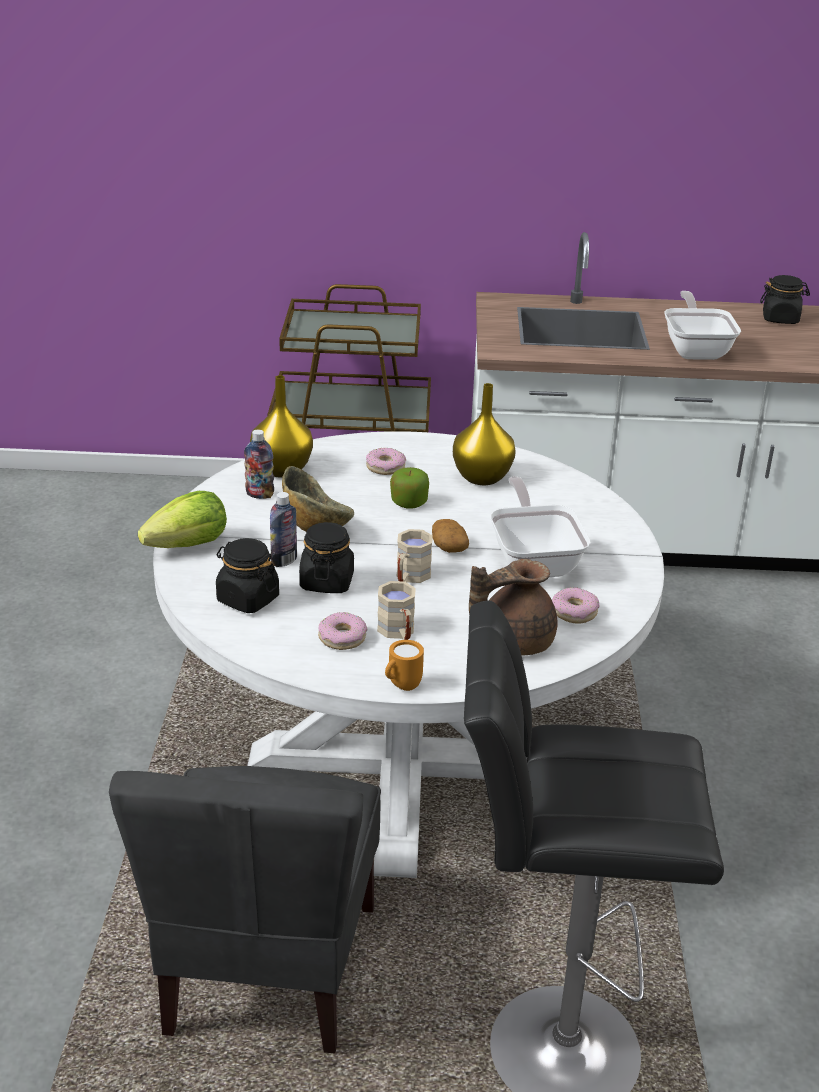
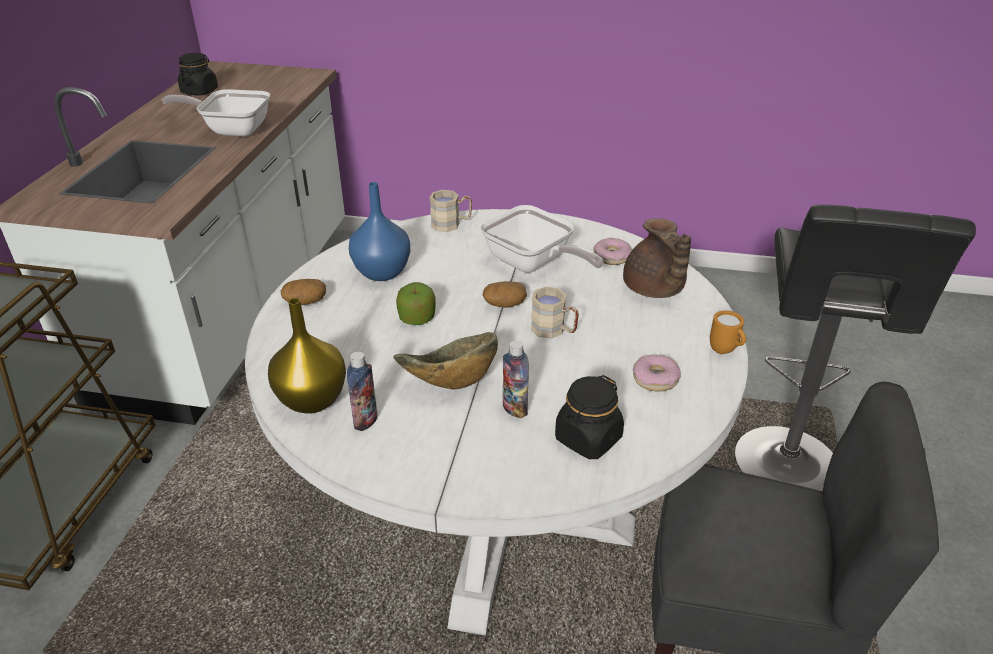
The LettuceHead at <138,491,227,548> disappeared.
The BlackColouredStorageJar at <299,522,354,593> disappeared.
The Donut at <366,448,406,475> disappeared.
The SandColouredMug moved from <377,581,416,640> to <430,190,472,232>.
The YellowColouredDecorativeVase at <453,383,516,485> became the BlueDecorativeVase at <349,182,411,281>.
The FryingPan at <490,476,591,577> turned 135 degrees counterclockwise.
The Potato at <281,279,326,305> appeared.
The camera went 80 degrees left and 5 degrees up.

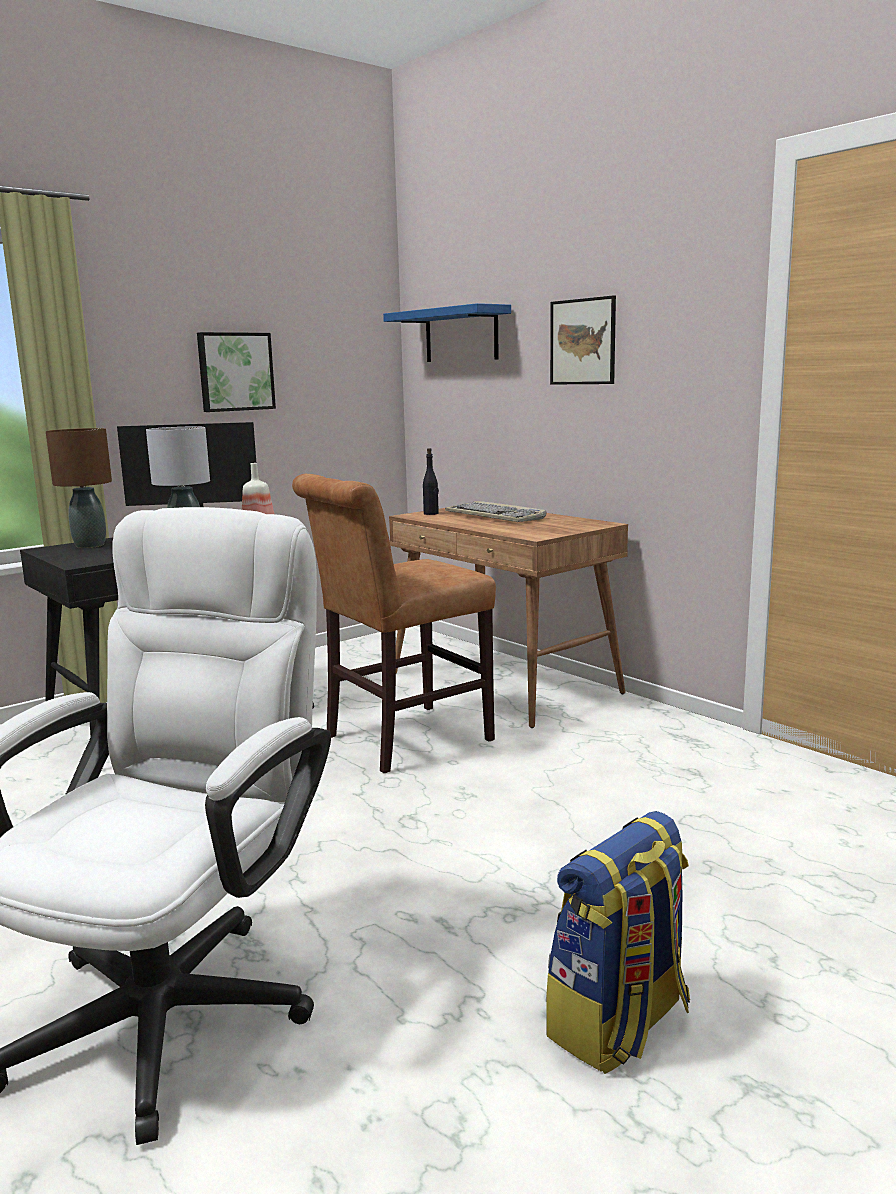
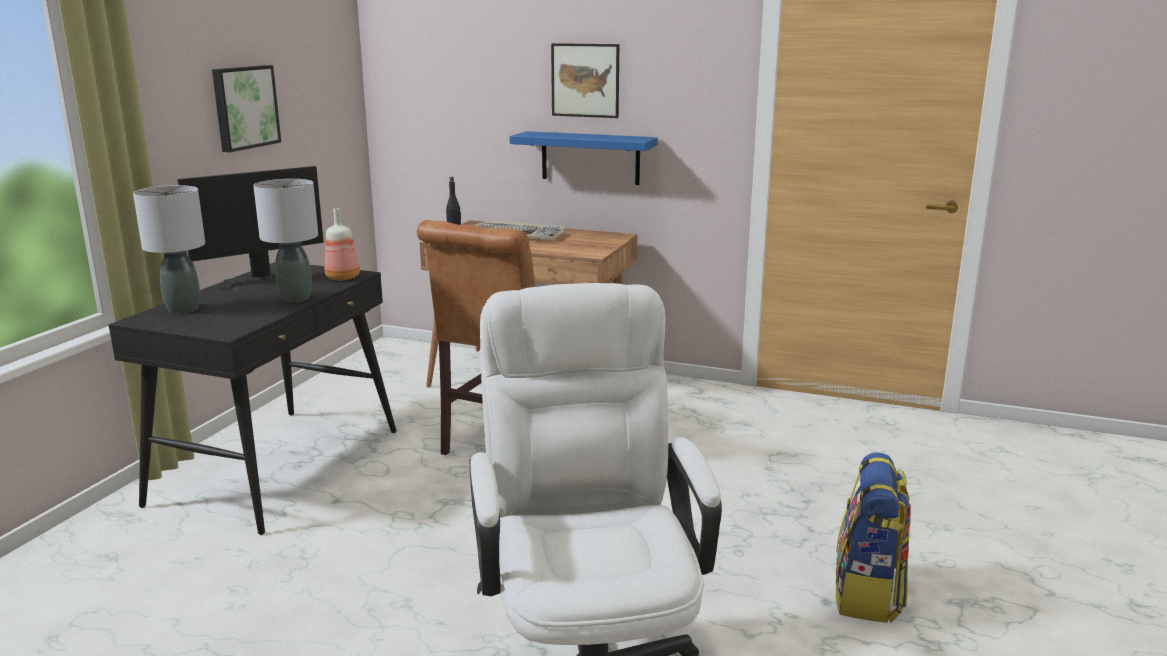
The BrownTableLamp at <46,428,112,548> became the GrayTableLamp at <133,185,205,314>.
The BlueWallShelf moved from <383,303,511,362> to <510,131,658,185>.
The camera went 30 degrees left and 5 degrees up.

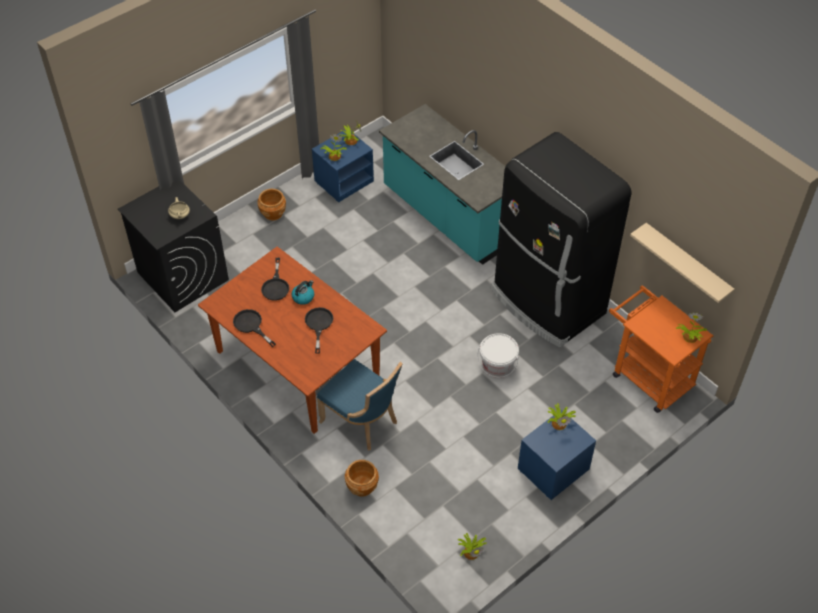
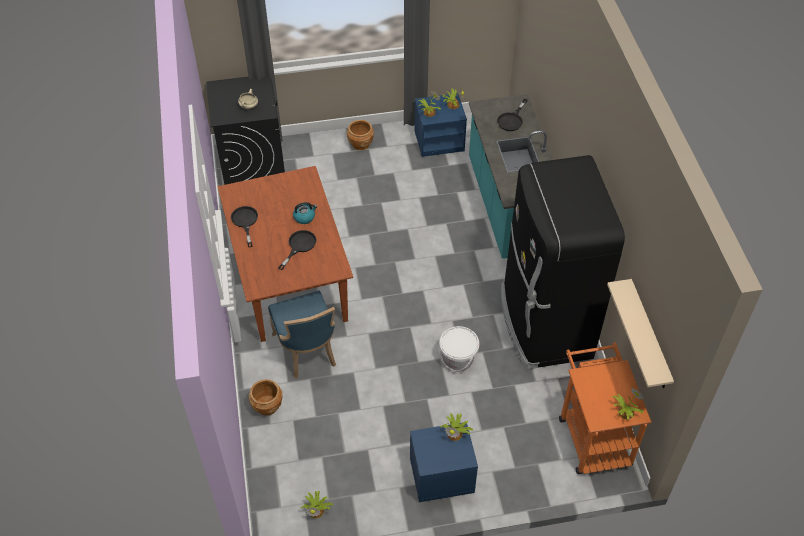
The BlackColouredFryingPan moved from <261,258,289,301> to <497,98,528,131>.
The camera went 30 degrees right and 0 degrees up.

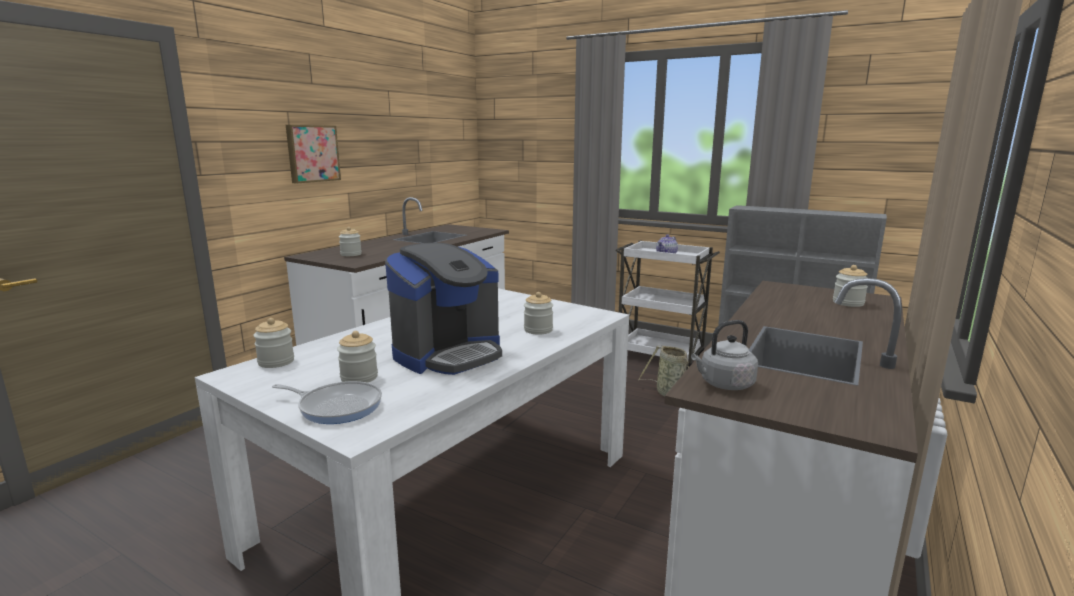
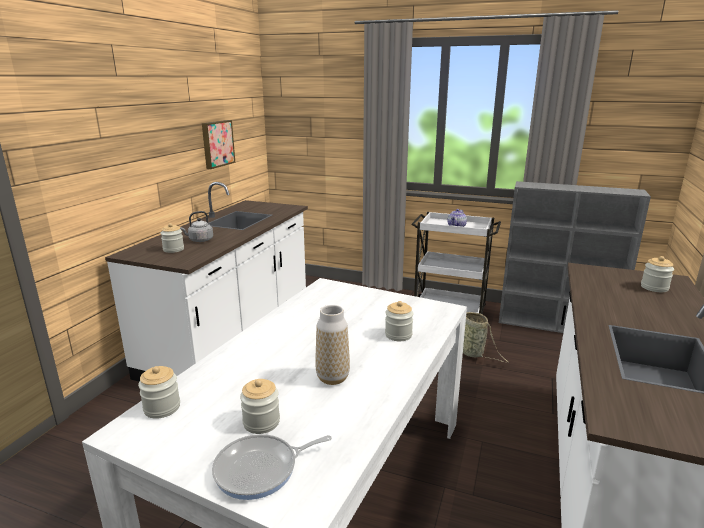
The FryingPan at <272,381,382,424> turned 150 degrees clockwise.
The Picture moved from <286,125,341,184> to <202,120,235,169>.
The CoffeeMaker at <385,243,502,375> was replaced by the DecorativeVase at <315,305,350,385>.
The GrayWaterKettle moved from <691,320,758,390> to <180,211,213,242>.
The camera went 10 degrees left and 5 degrees up.

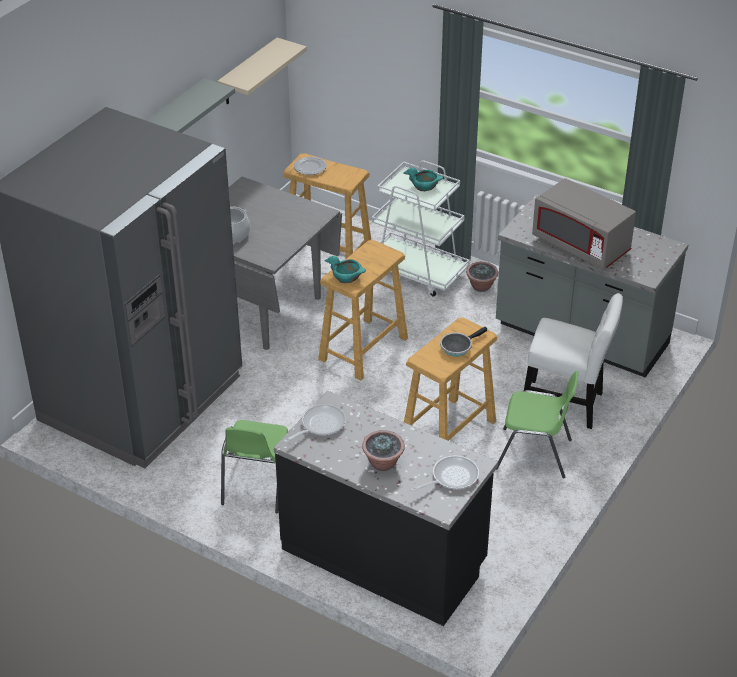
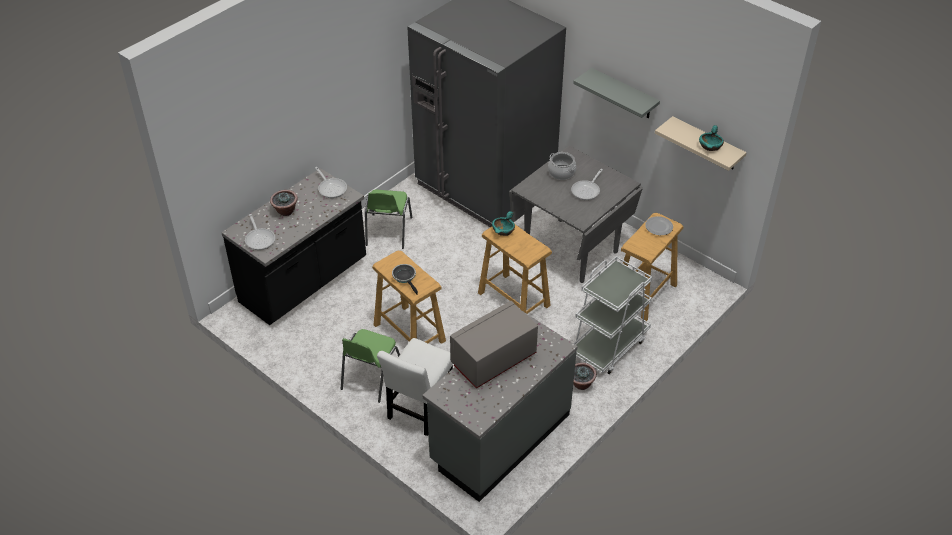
The GreenishChair at <221,420,288,513> turned 105 degrees counterclockwise.
The TurquoiseColouredServingBowl moved from <403,168,443,191> to <699,125,724,151>.
The FryingPan at <571,169,603,200> appeared.
The camera went 100 degrees right and 5 degrees up.

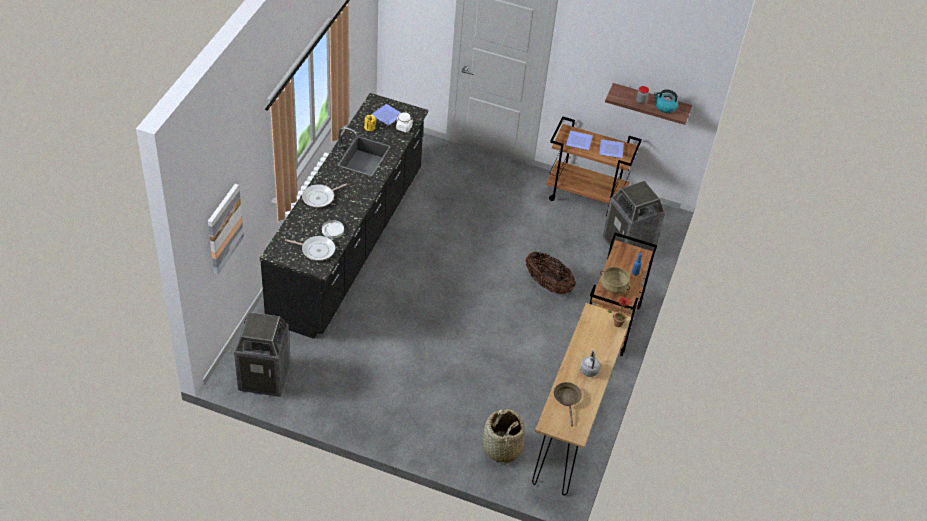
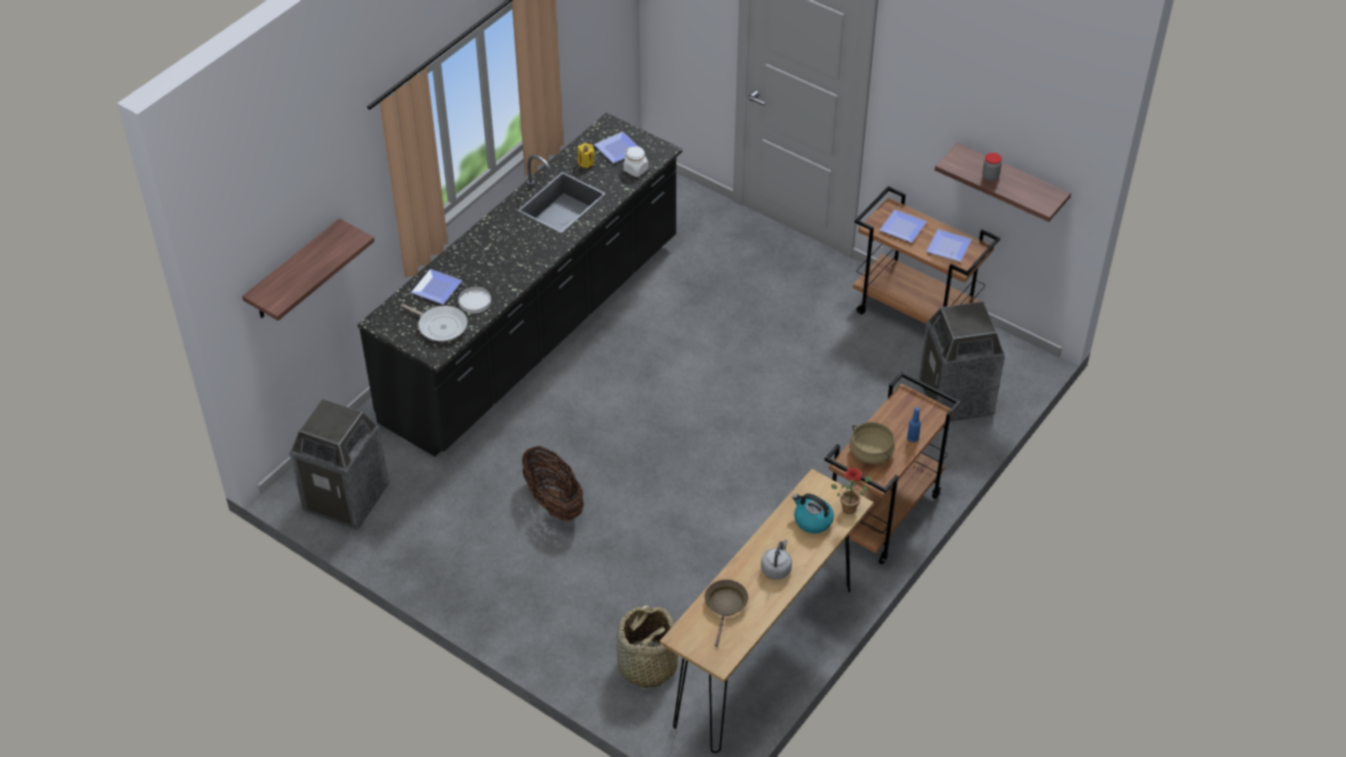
The Picture at <208,184,244,274> was replaced by the WallShelf at <242,218,375,321>.
The FryingPan at <302,183,347,208> disappeared.
The Basket moved from <526,251,576,294> to <522,446,584,522>.
The WaterKettle moved from <654,89,678,113> to <792,494,834,534>.
The DinnerPlate at <411,269,462,304> appeared.
The camera went 20 degrees right and 0 degrees up.

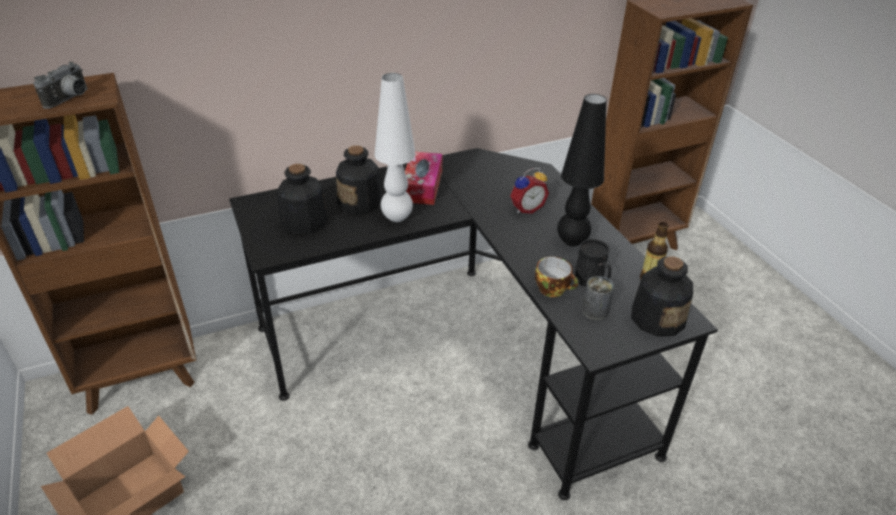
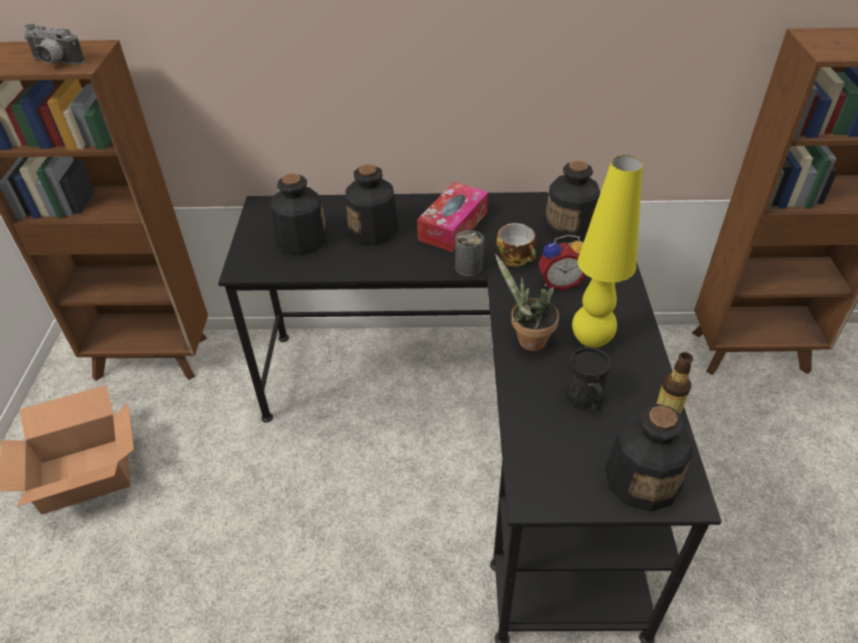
The StillCamera at <33,62,88,109> turned 60 degrees clockwise.
The WhiteTableLamp at <374,73,416,222> disappeared.
The DrinkingCup moved from <535,257,578,297> to <496,223,536,267>.
The BlackColouredTableLamp at <557,94,607,246> became the YellowColouredTableLamp at <572,155,643,348>.
The Can moved from <582,276,614,320> to <455,230,484,276>.
The PlantInAPot at <495,254,559,351> appeared.
The DrinkBottle at <544,161,600,242> appeared.
The camera went 25 degrees right and 5 degrees up.

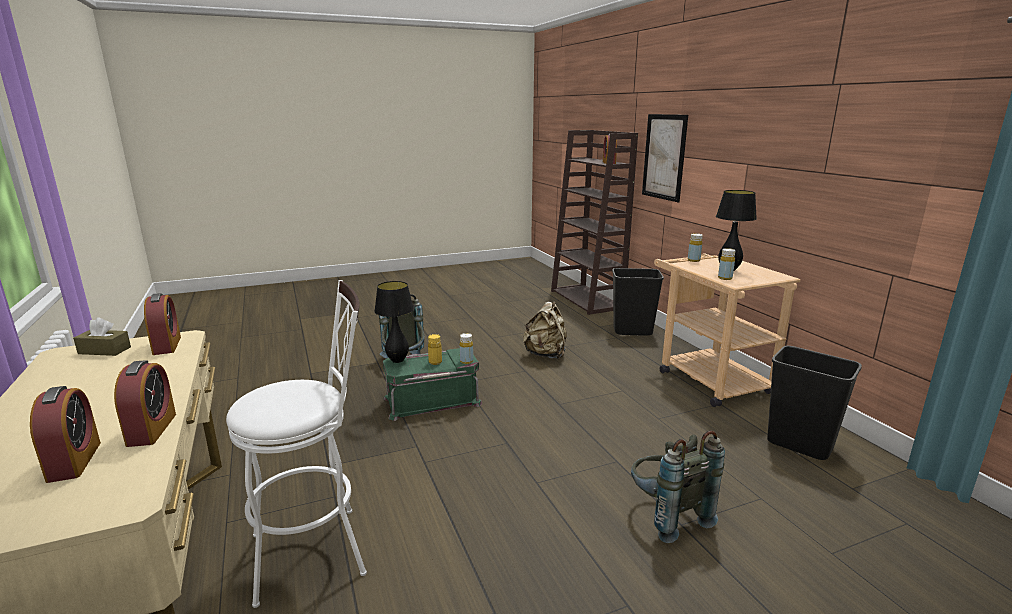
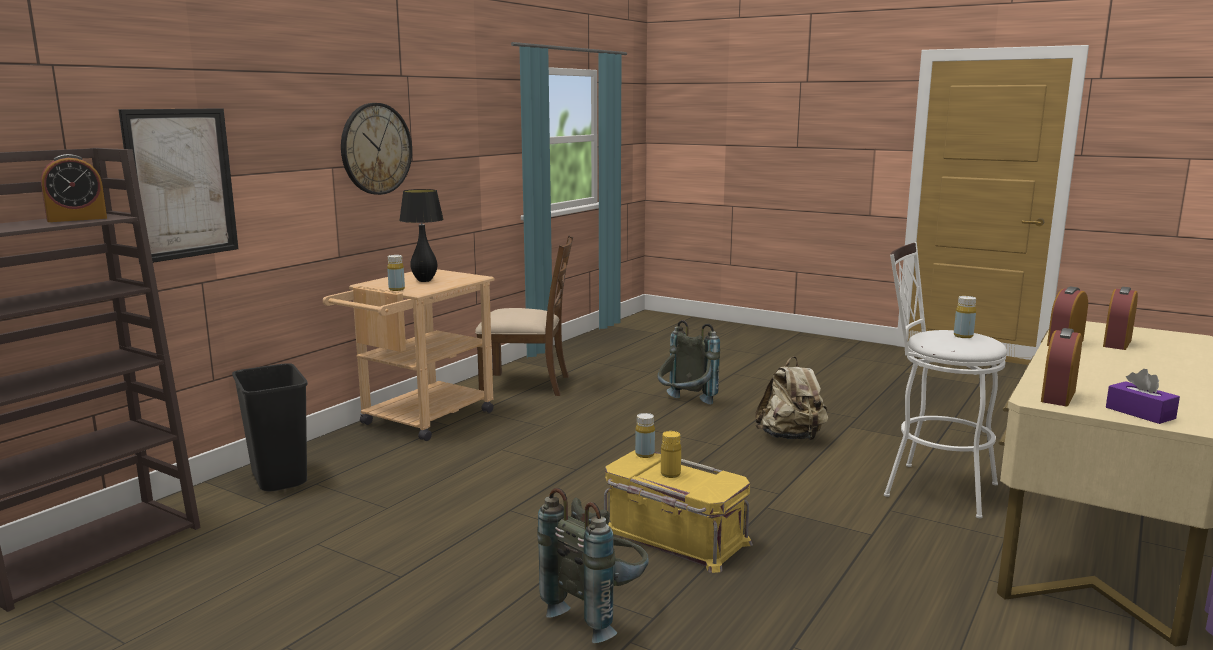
The BrownTissueHolder at <73,317,131,356> became the PurplishTissueHolder at <1106,369,1180,424>.
The BlackColouredTableLamp at <374,281,414,363> disappeared.
The GreenishStorageBin at <383,348,482,421> became the YellowColouredStorageBin at <604,450,753,573>.
The SandColouredBackpack moved from <523,302,567,359> to <755,356,828,440>.
The YellowColouredDrinkBottle moved from <718,248,735,280> to <954,296,976,338>.
The BlackColouredTrashCan at <767,346,862,460> was replaced by the BrownChair at <475,236,573,396>.
The WallClock at <341,103,412,195> appeared.
The camera went 125 degrees left and 5 degrees down.

